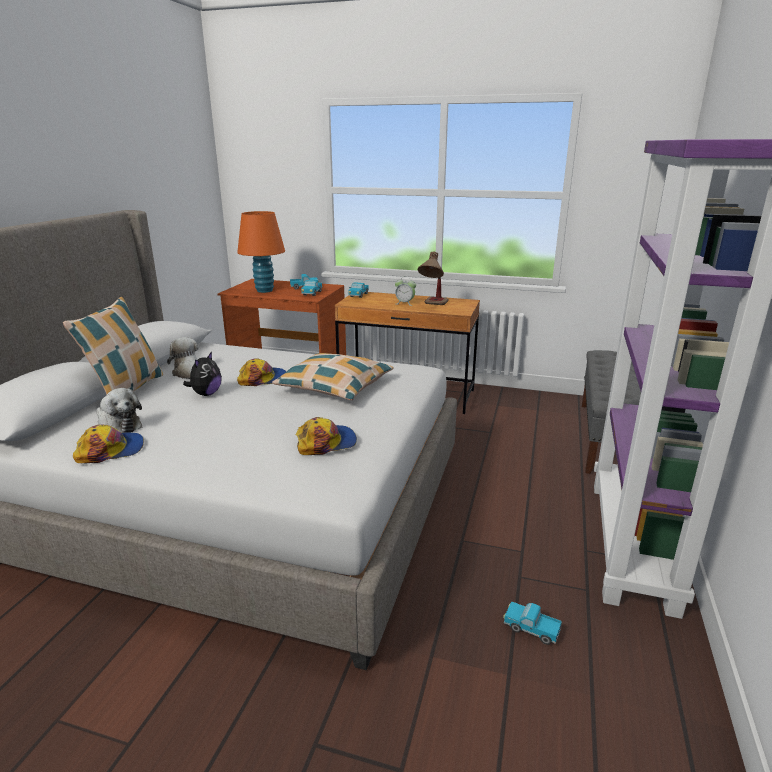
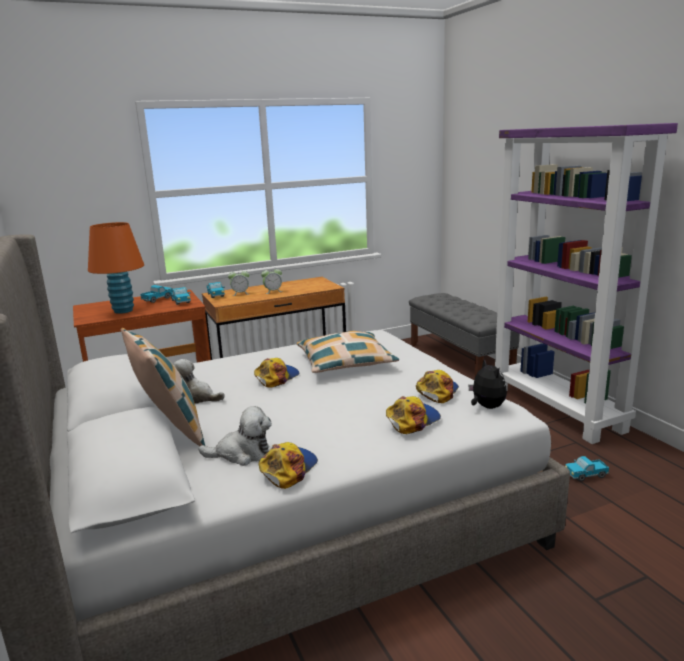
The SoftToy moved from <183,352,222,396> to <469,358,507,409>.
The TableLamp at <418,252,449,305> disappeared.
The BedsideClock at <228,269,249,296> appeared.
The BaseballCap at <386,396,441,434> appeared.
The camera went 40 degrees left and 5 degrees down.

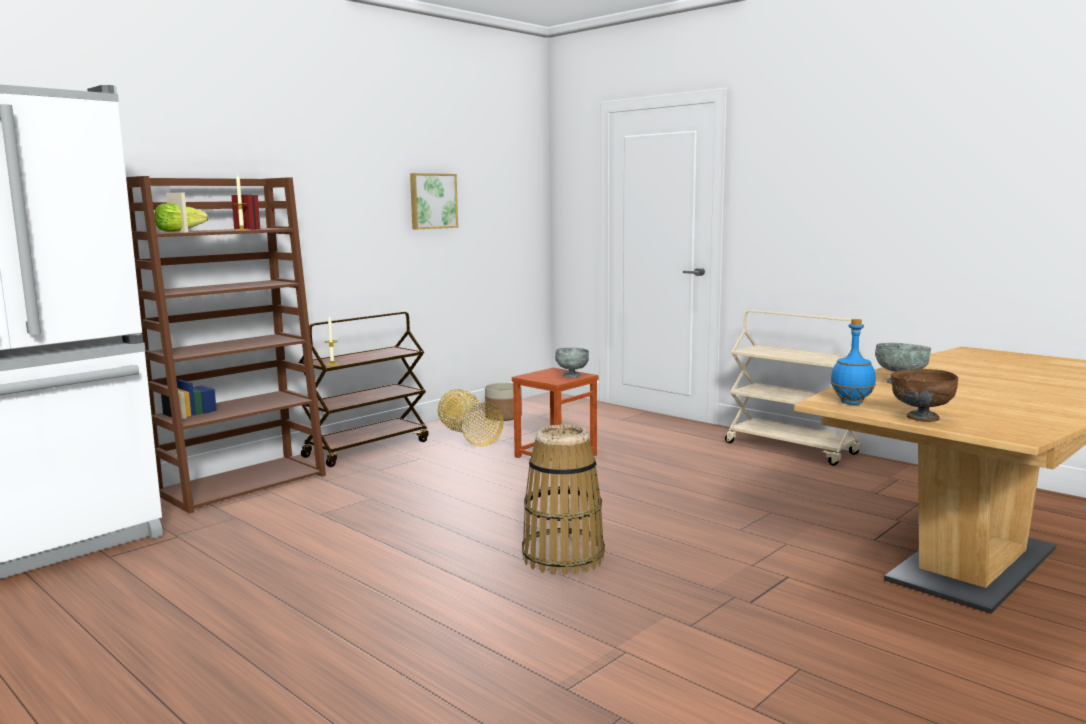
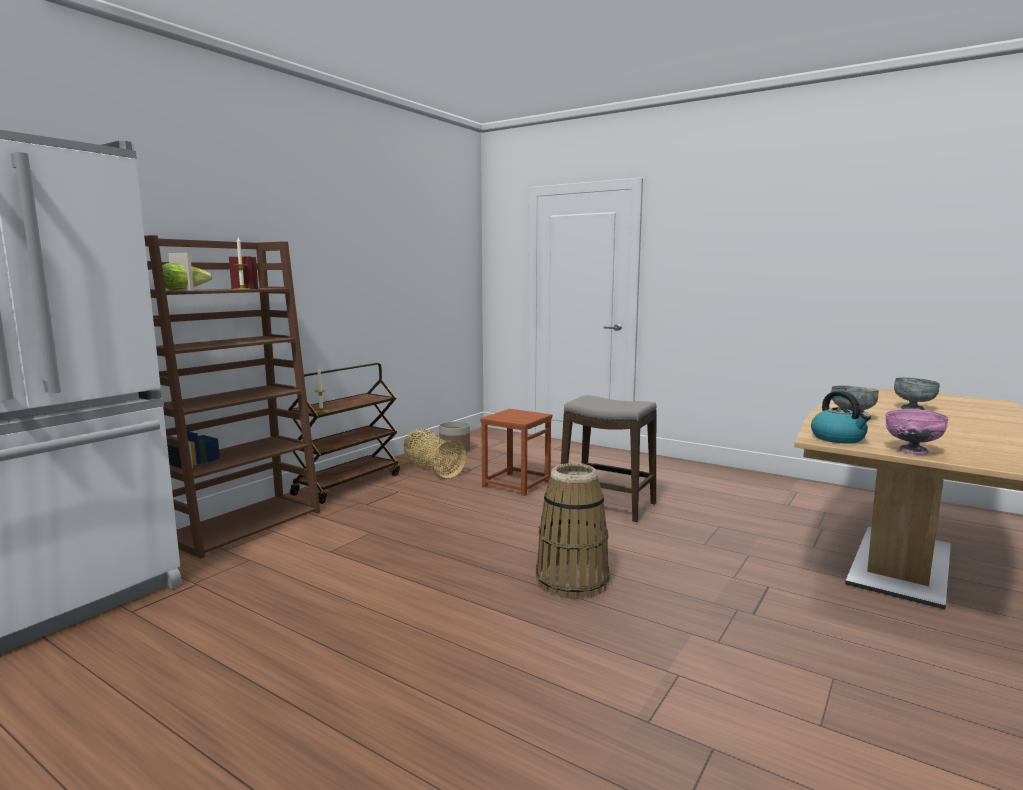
The Picture at <410,173,458,229> disappeared.
The GrayServingBowl moved from <555,348,589,378> to <894,377,940,410>.
The SandColouredTrolley at <725,310,865,466> disappeared.
The BlueDrinkBottle at <830,319,876,405> was replaced by the WaterKettle at <811,391,871,444>.
The BrownServingBowl at <891,369,958,422> became the PinkColouredServingBowl at <885,409,949,455>.
The StoolSeat at <561,395,657,522> appeared.
The camera went 10 degrees left and 0 degrees up.

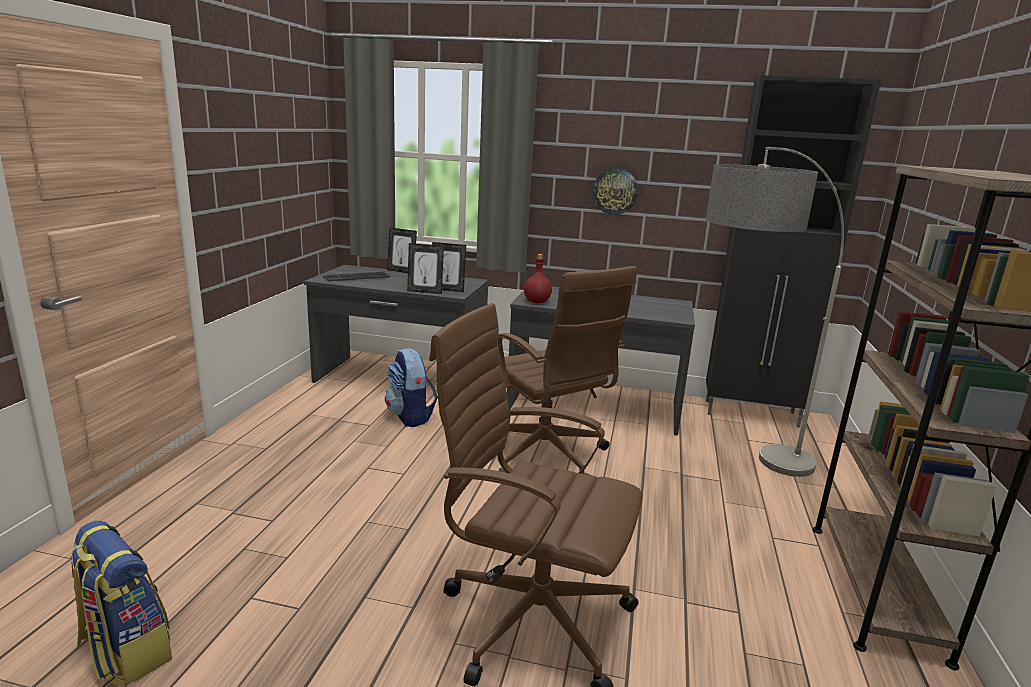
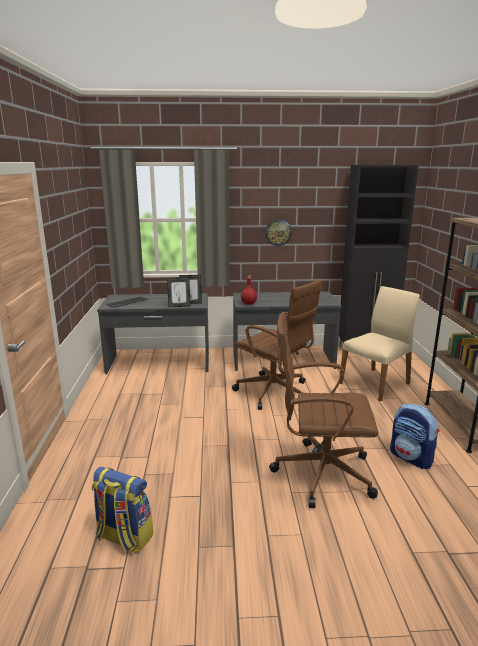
The Backpack moved from <385,348,438,427> to <390,404,439,469>.
The PictureFrame at <387,227,417,273> disappeared.
The StandingLamp at <706,147,844,477> was replaced by the SandColouredChair at <339,286,420,401>.
The camera went 15 degrees left and 0 degrees up.

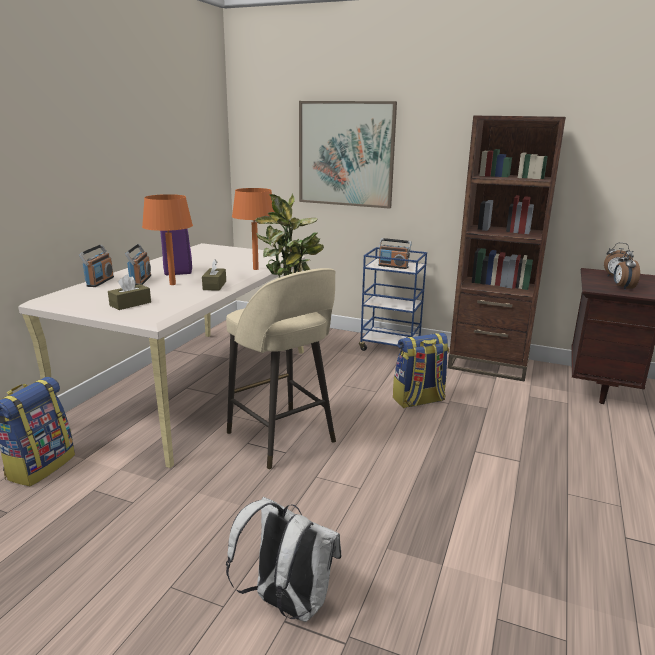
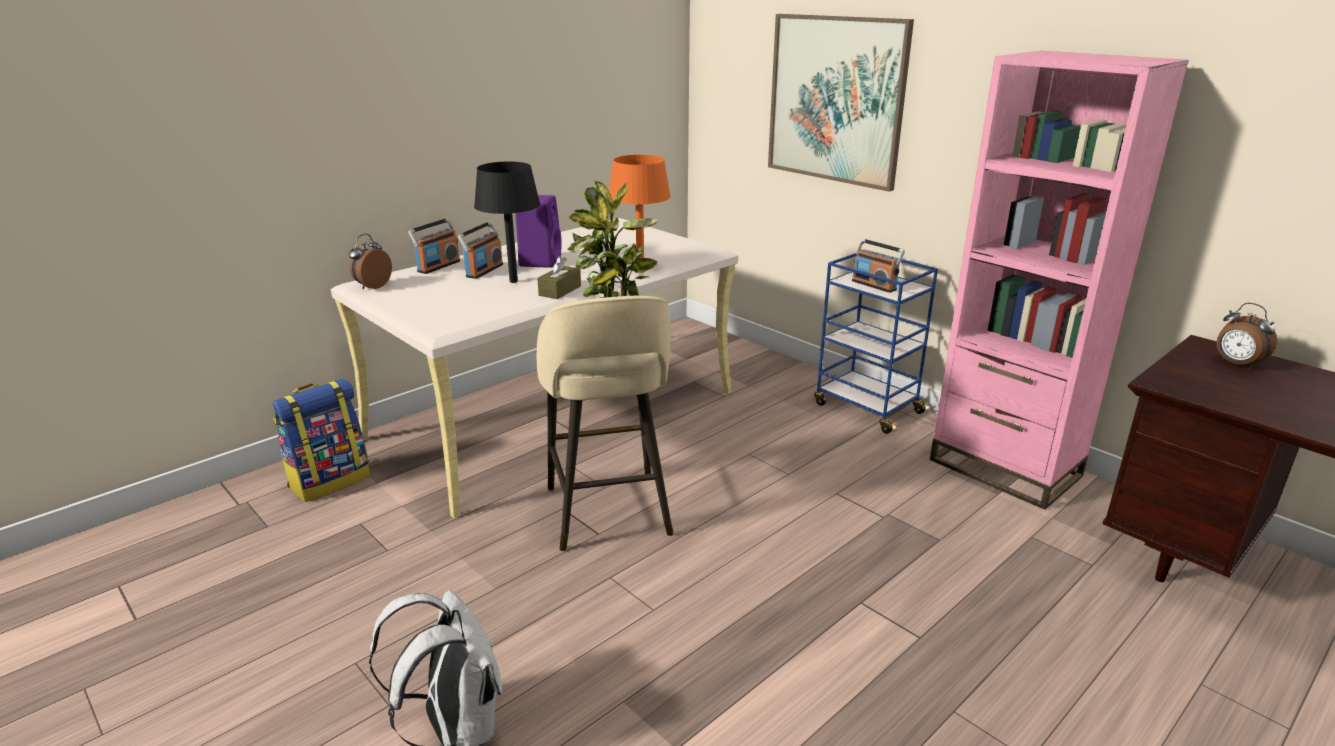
The BrownTissueHolder at <108,274,151,310> disappeared.
The OrangeColouredTableLamp at <142,194,193,285> became the BlackColouredTableLamp at <474,162,540,283>.
The Backpack at <393,333,449,408> disappeared.
The BrownShelvingUnit at <448,116,566,382> became the PinkColouredShelvingUnit at <930,51,1189,510>.
The BedsideClock moved from <614,250,640,289> to <349,234,392,289>.
The camera went 25 degrees right and 5 degrees up.

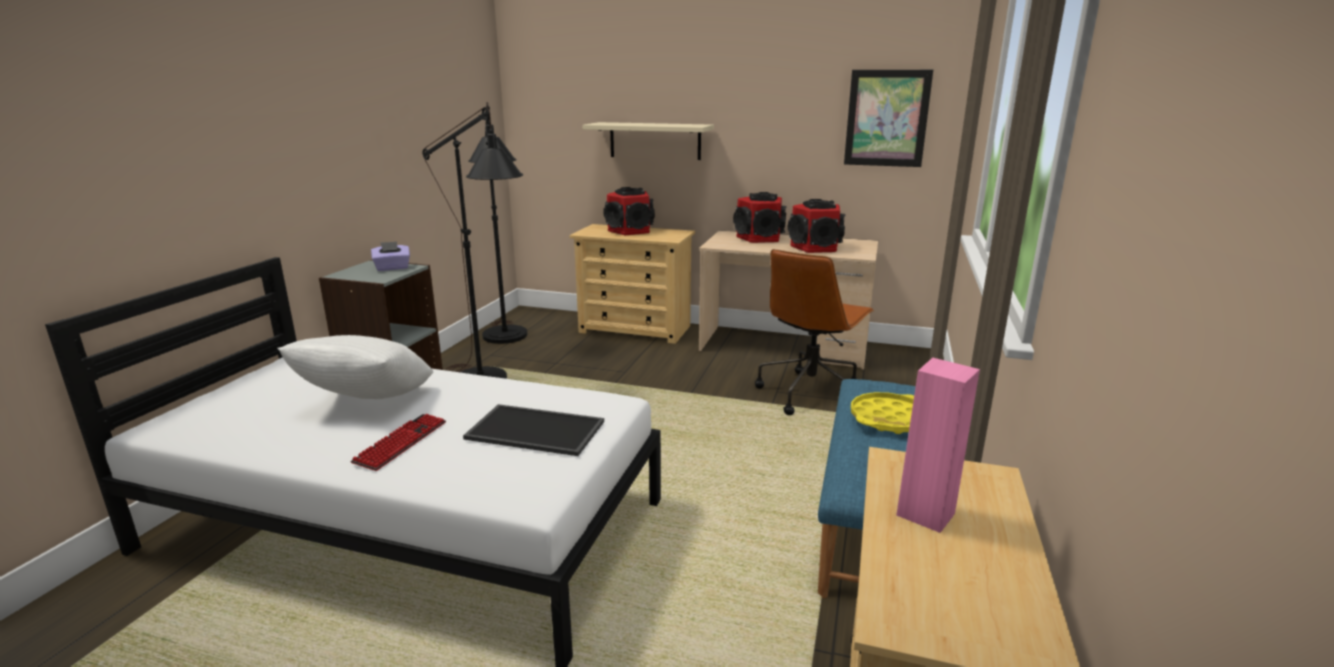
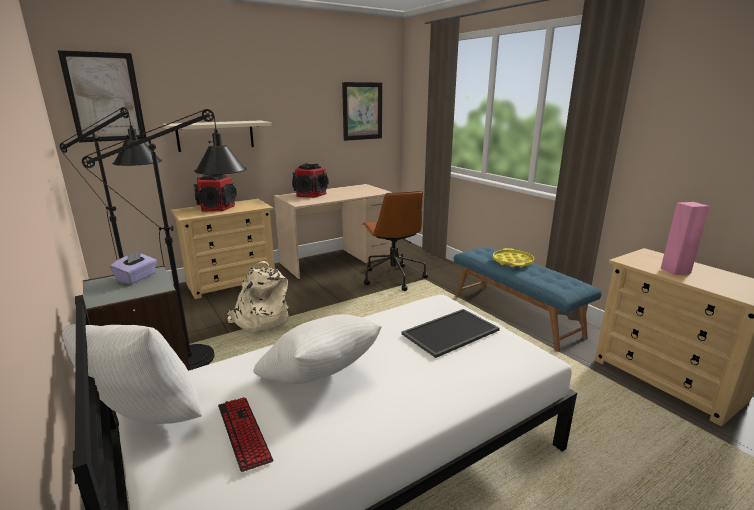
The ComputerKeyboard moved from <351,414,446,471> to <218,397,273,472>.
The Speaker at <788,199,845,253> disappeared.
The Picture at <58,50,146,143> appeared.
The WhiteCushion at <62,324,202,424> appeared.
The SandColouredBackpack at <226,261,289,332> appeared.
The camera went 50 degrees left and 0 degrees up.

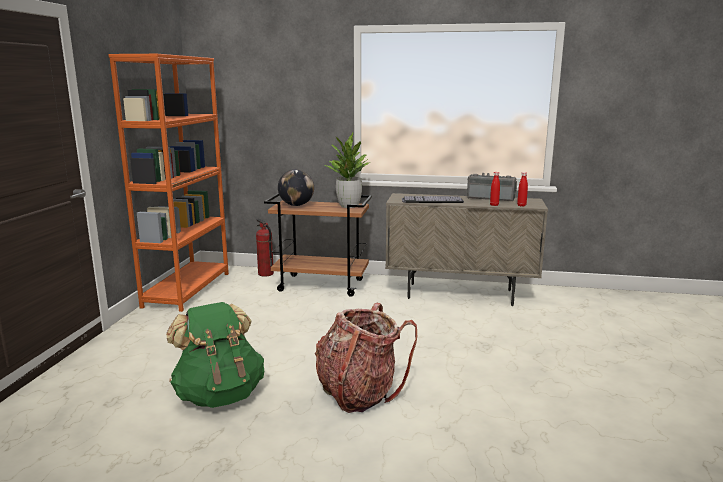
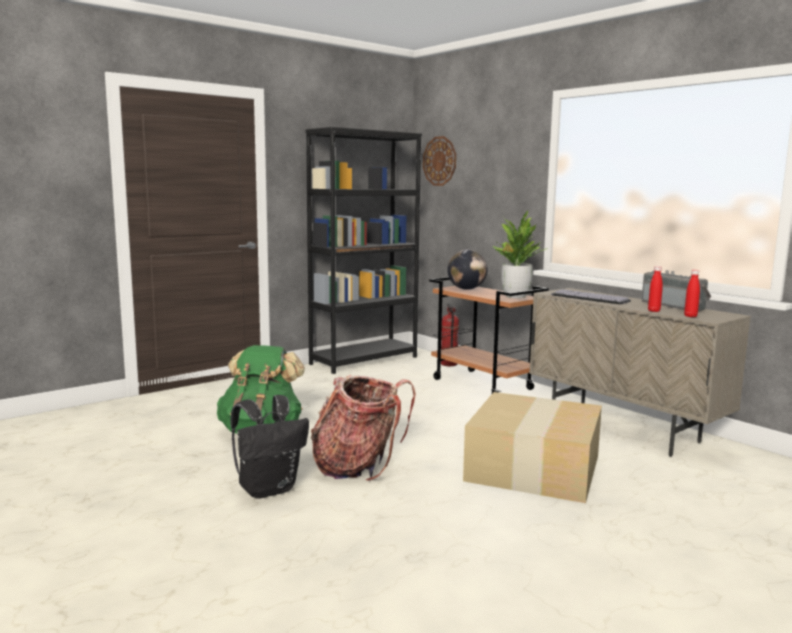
The OrangeColouredShelvingUnit at <108,54,229,312> became the BlackColouredShelvingUnit at <305,127,422,374>.
The BlackColouredBackpack at <231,395,309,499> appeared.
The WallClock at <423,136,456,186> appeared.
The PackingBox at <463,392,602,503> appeared.
The camera went 40 degrees right and 5 degrees down.

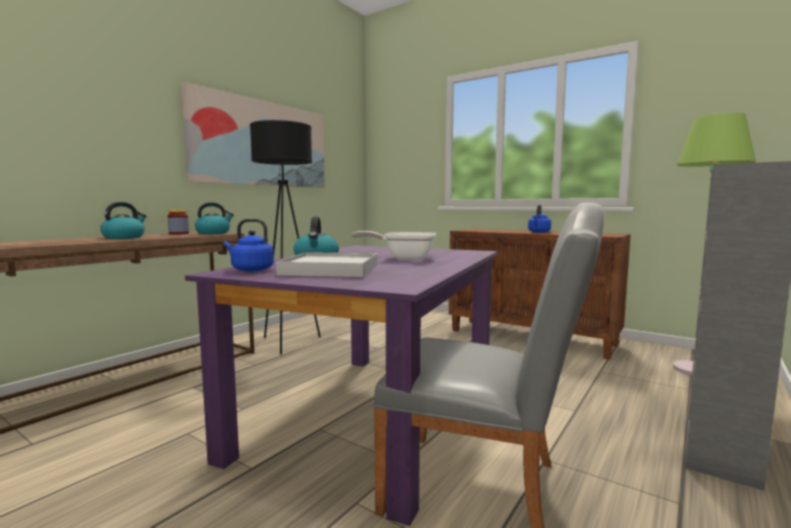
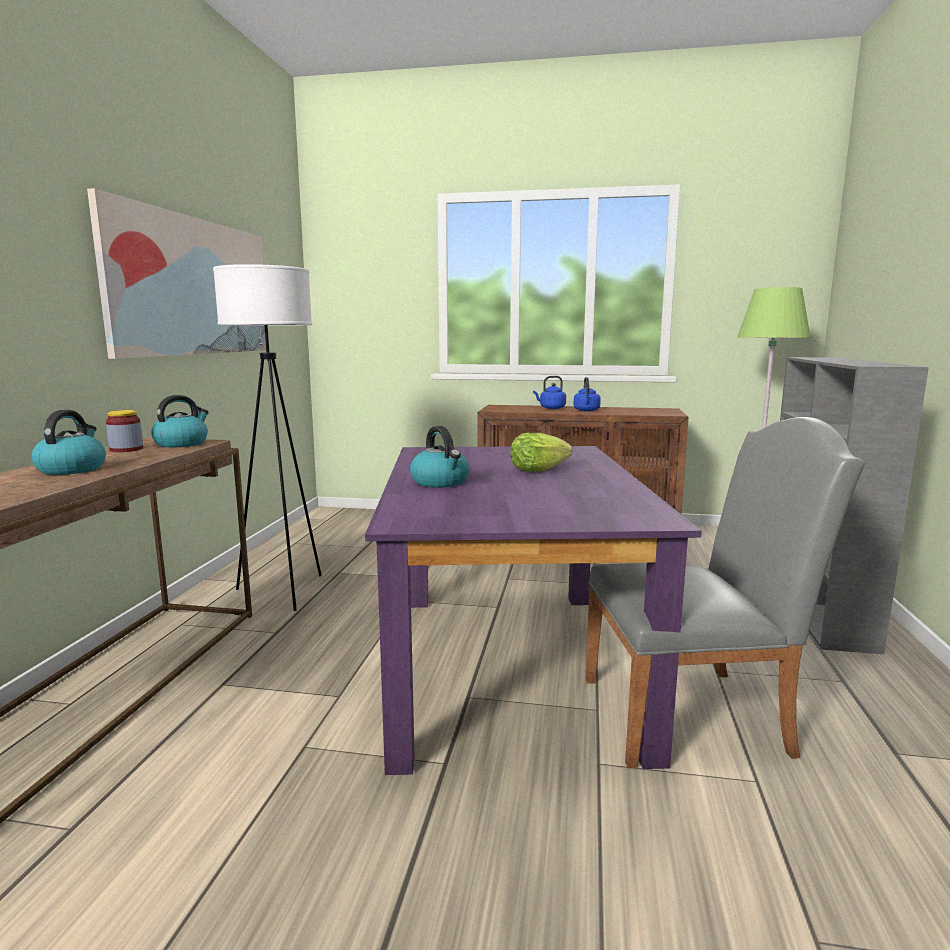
The BlueWaterKettle moved from <224,219,274,271> to <533,376,566,409>.
The BlackColouredStandingLamp at <250,120,321,355> became the WhiteStandingLamp at <213,264,322,611>.
The WhiteTray at <276,252,378,277> disappeared.
The FryingPan at <352,231,437,260> was replaced by the LettuceHead at <510,433,572,472>.
The camera went 25 degrees left and 5 degrees up.

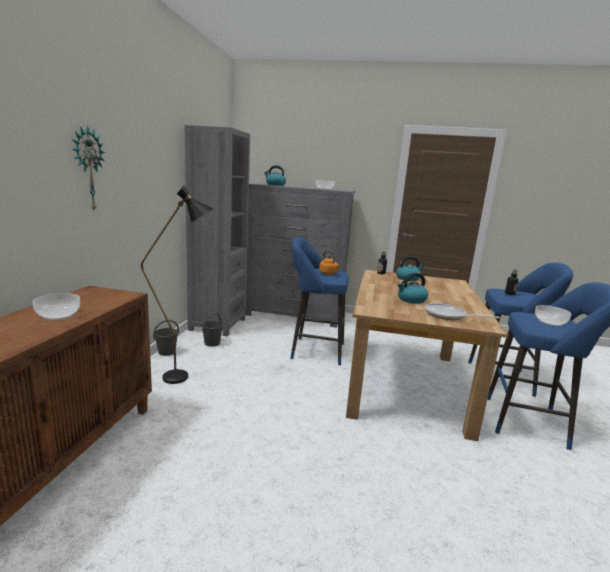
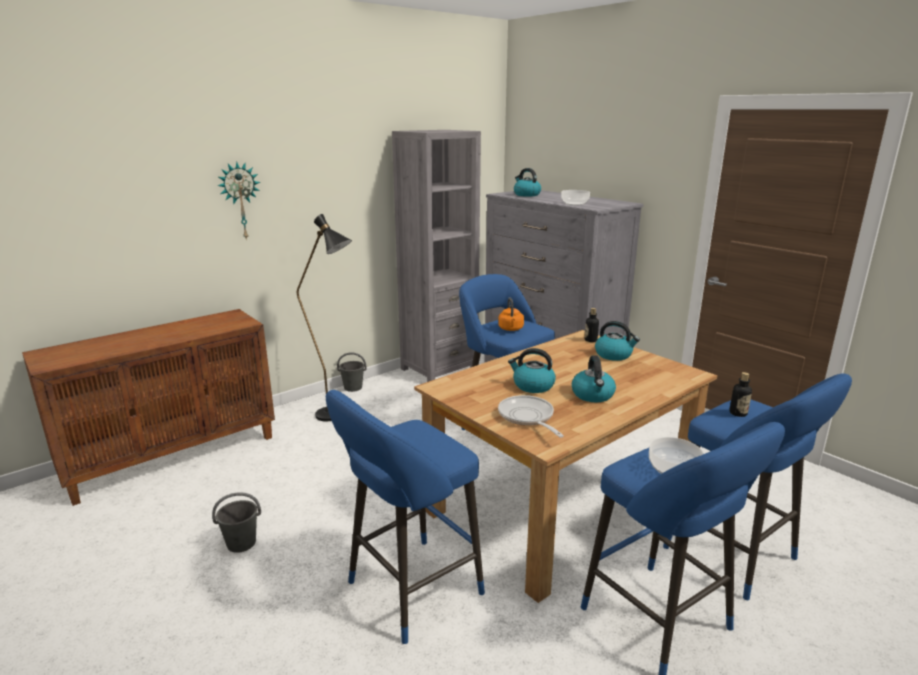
The ServingBowl at <33,293,80,320> disappeared.
The GrayBucket moved from <201,313,223,347> to <212,492,261,553>.
The BlueStoolSeat at <326,390,485,644> appeared.
The WaterKettle at <572,355,616,402> appeared.
The camera went 40 degrees right and 5 degrees up.

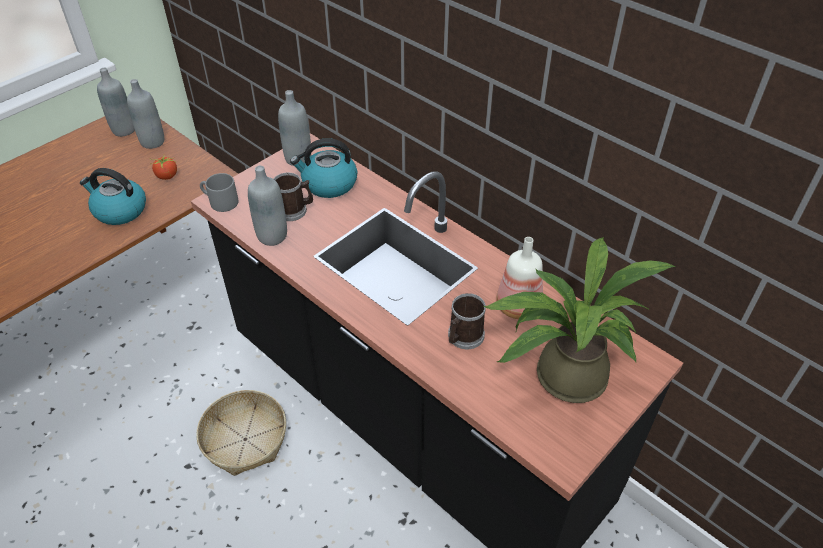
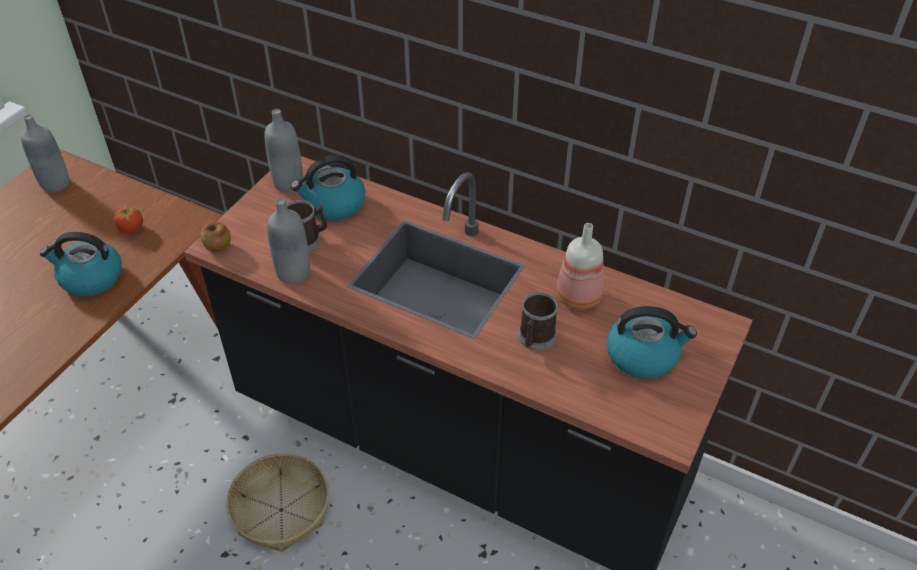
The GrayDrinkBottle at <127,79,164,149> disappeared.
The GrayMug at <200,173,239,212> was replaced by the AppleFruit at <201,222,231,252>.
The PlantInAPot at <483,237,675,403> was replaced by the WaterKettle at <607,306,697,379>.
The camera went 15 degrees left and 0 degrees up.

